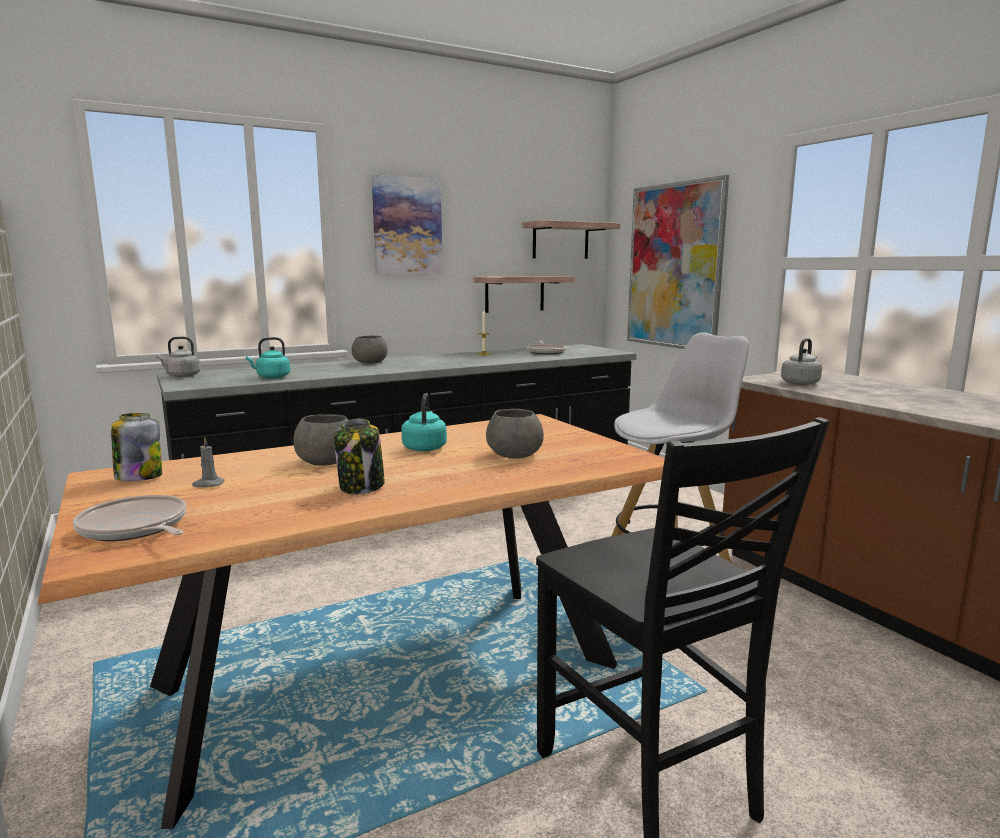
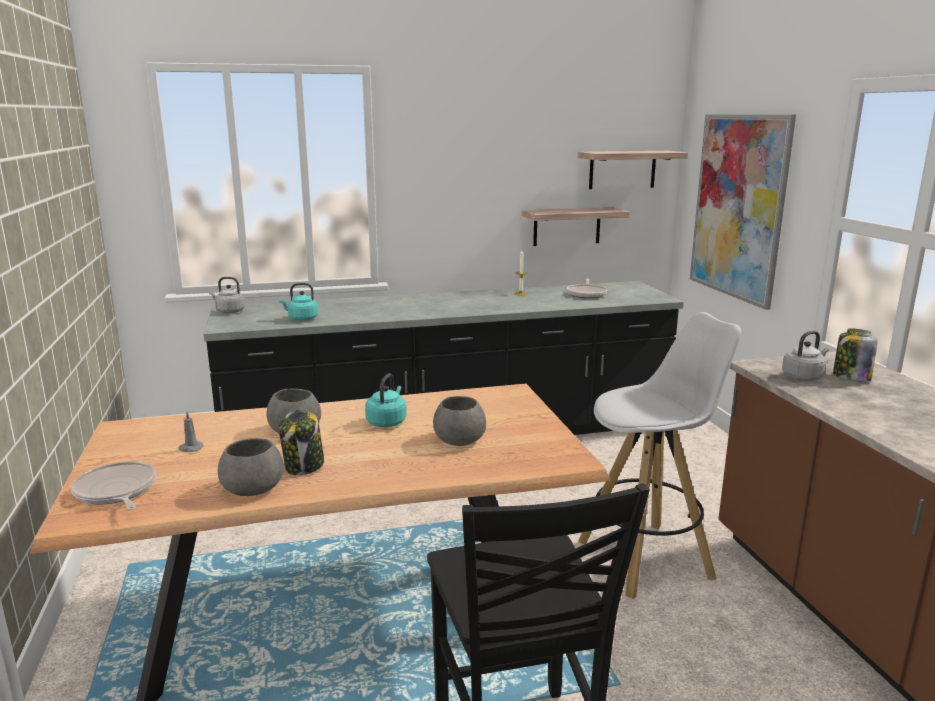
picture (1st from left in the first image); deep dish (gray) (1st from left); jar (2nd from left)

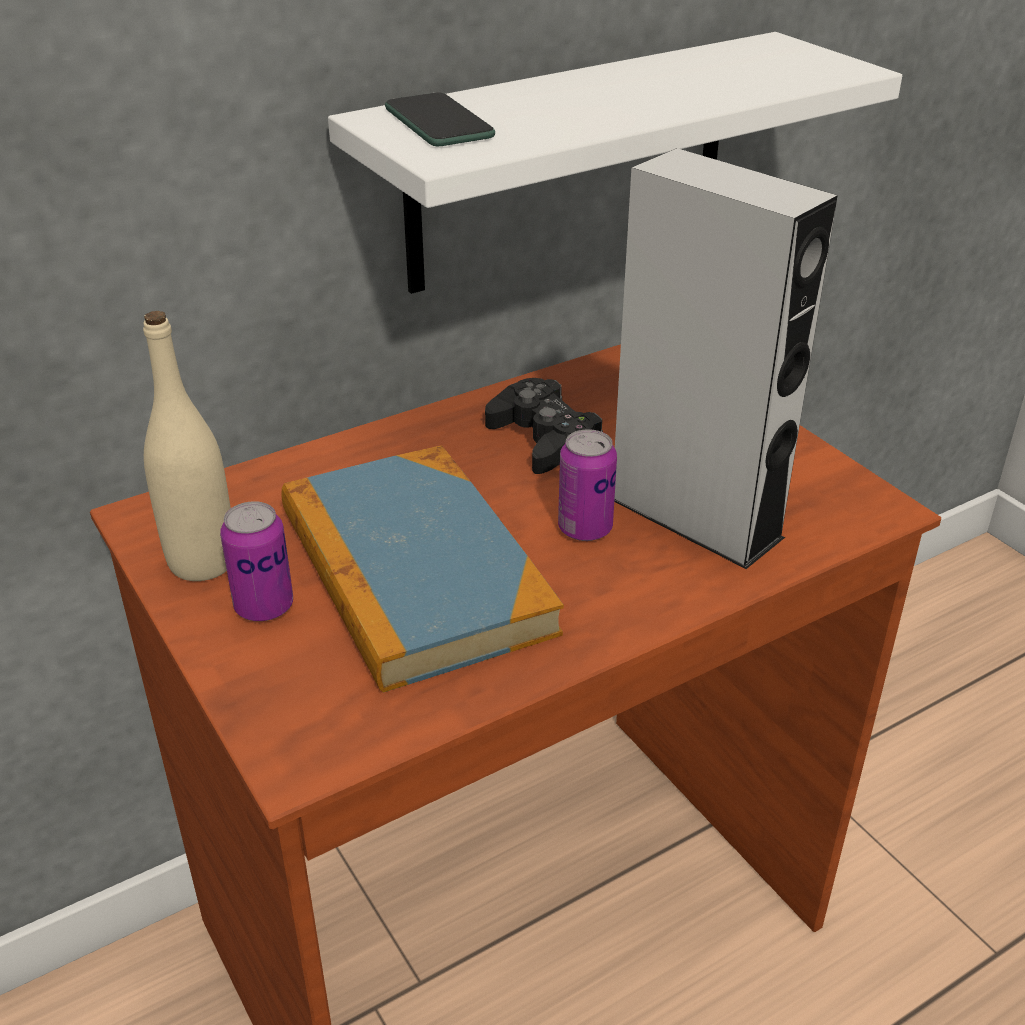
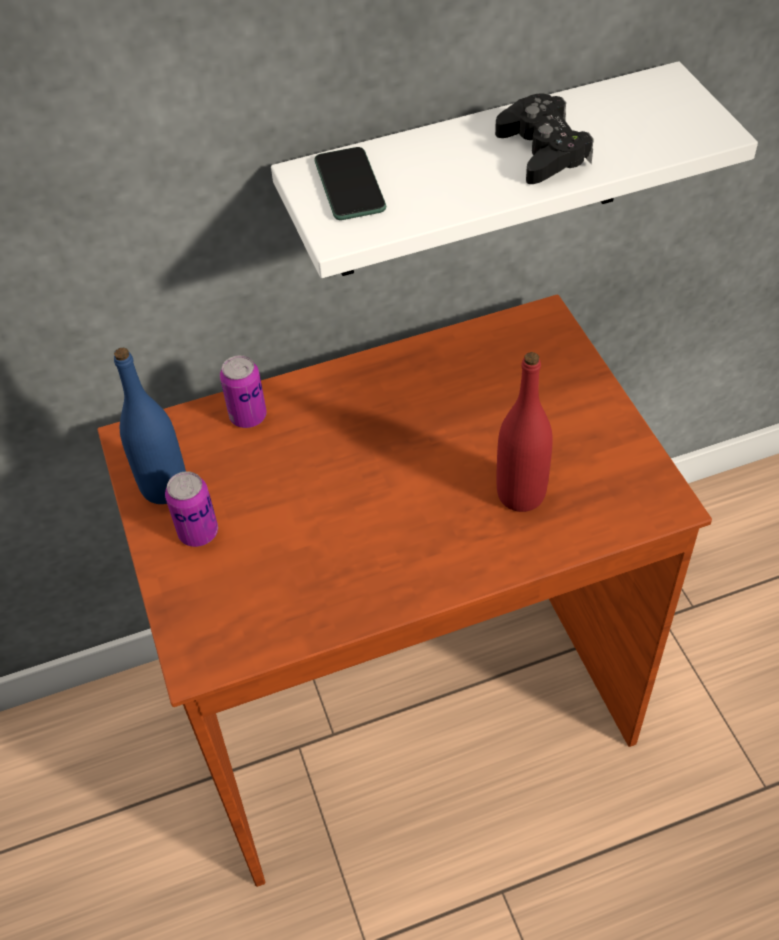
bottle (reddish); bottle (blue-coloured); gamepad (black-coloured); can (2nd from left); bound book

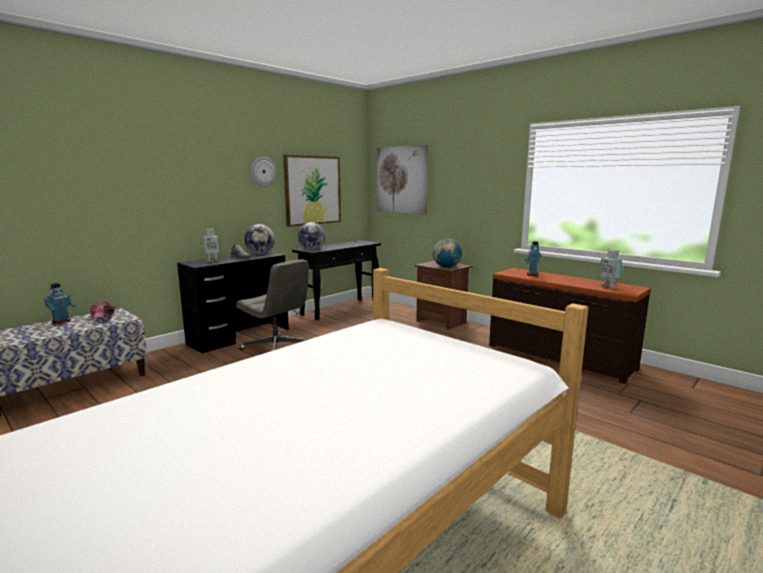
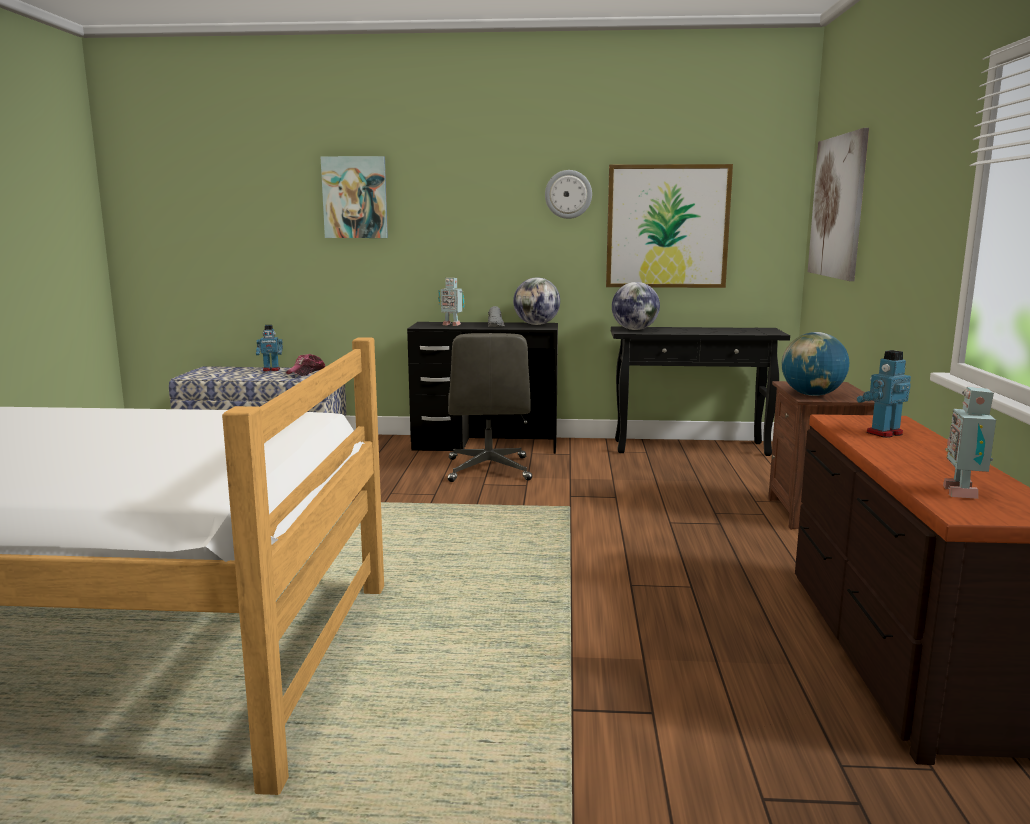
picture (1st from left)

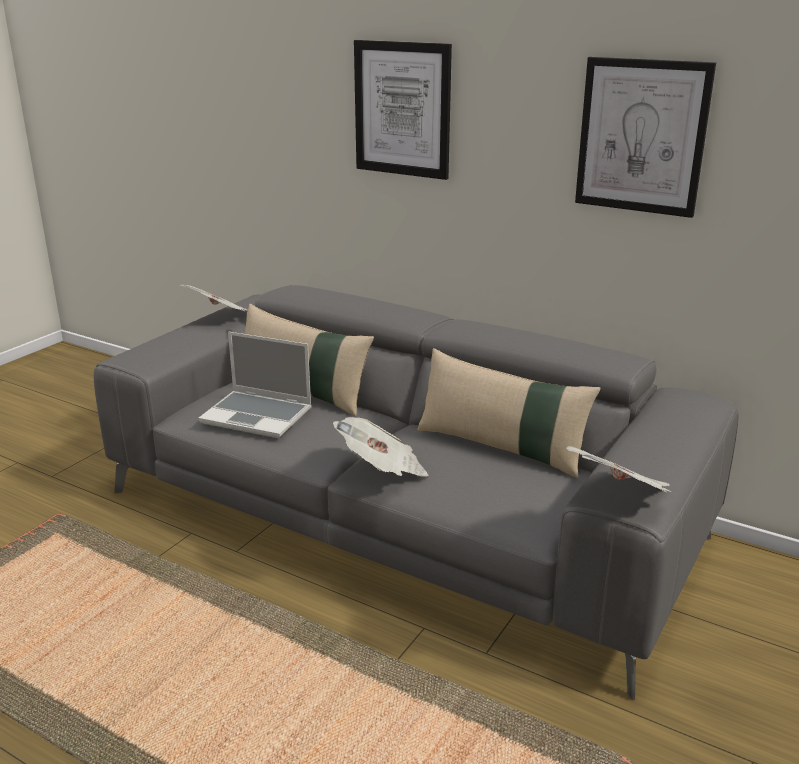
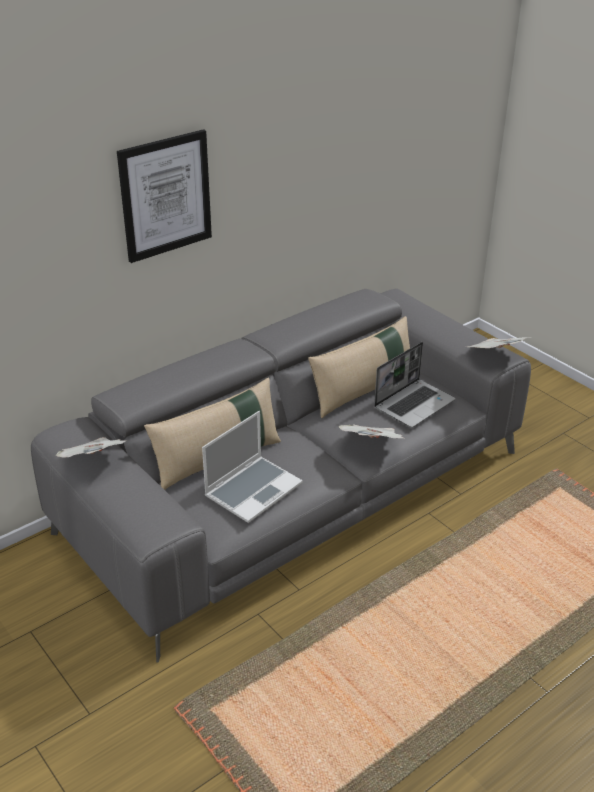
picture (2nd from left in the first image); portable computer (2nd from left)

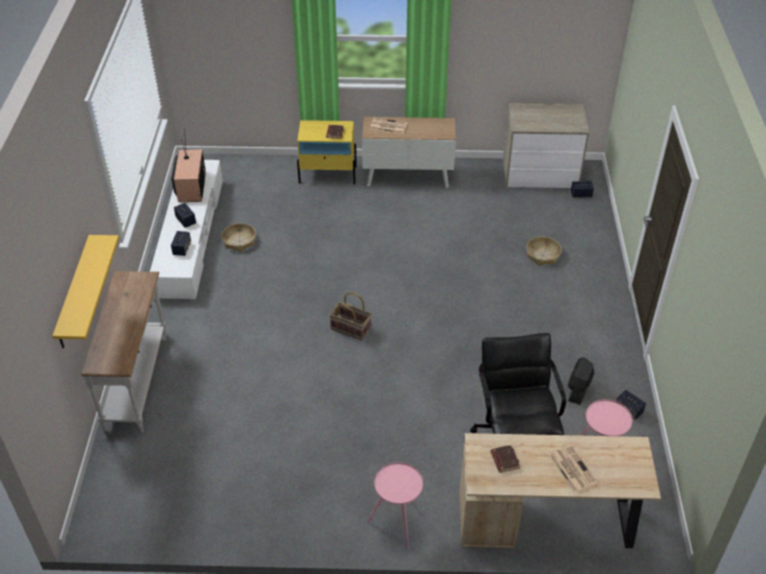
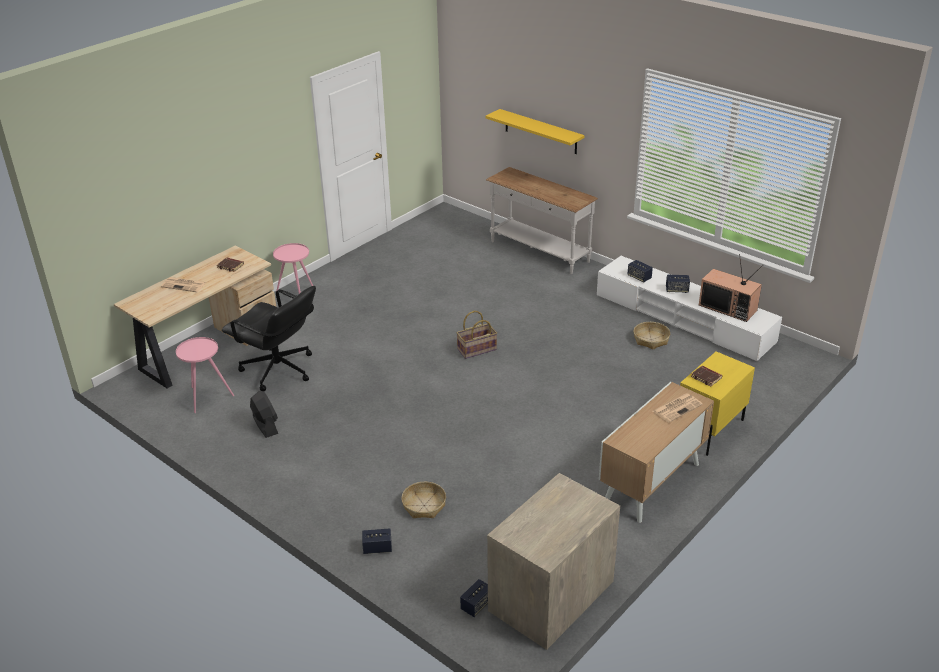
speaker (1st from left)

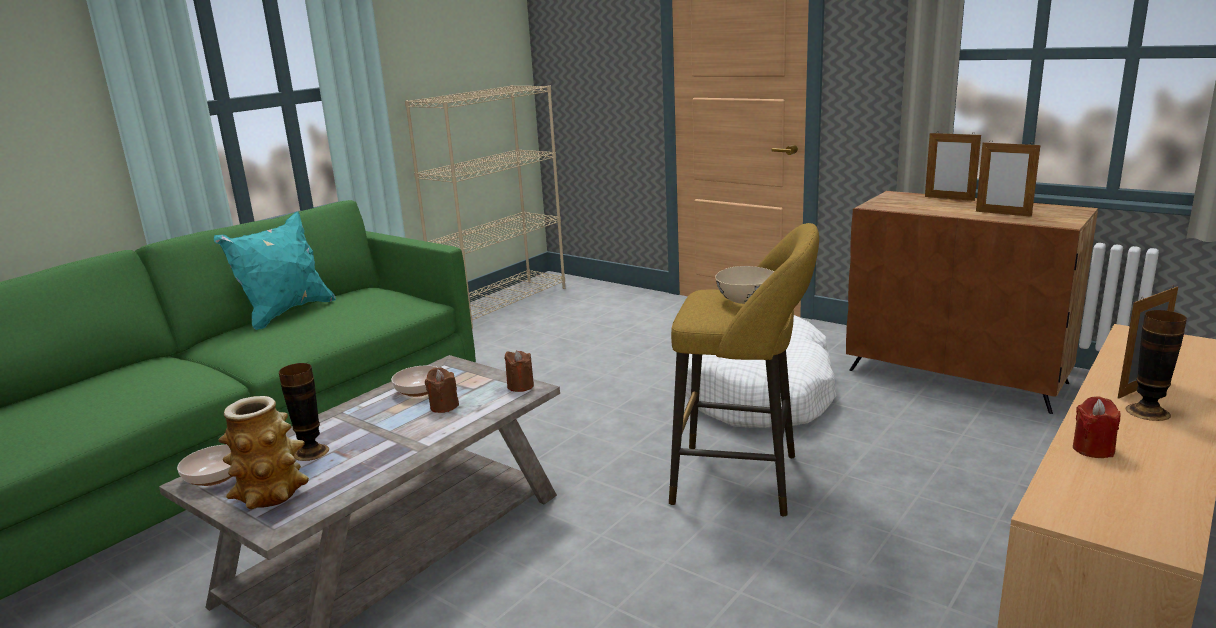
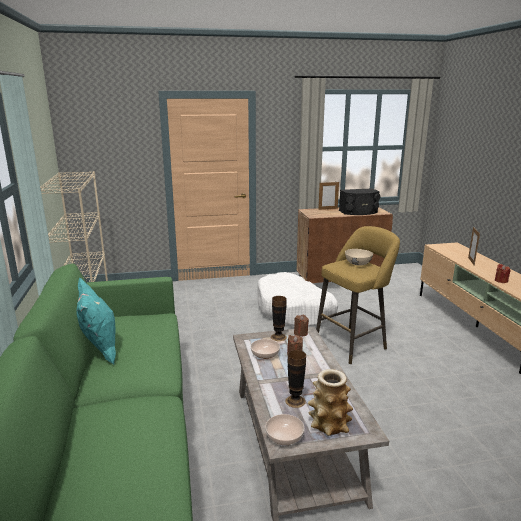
speaker (black-coloured); vase (1st from left)

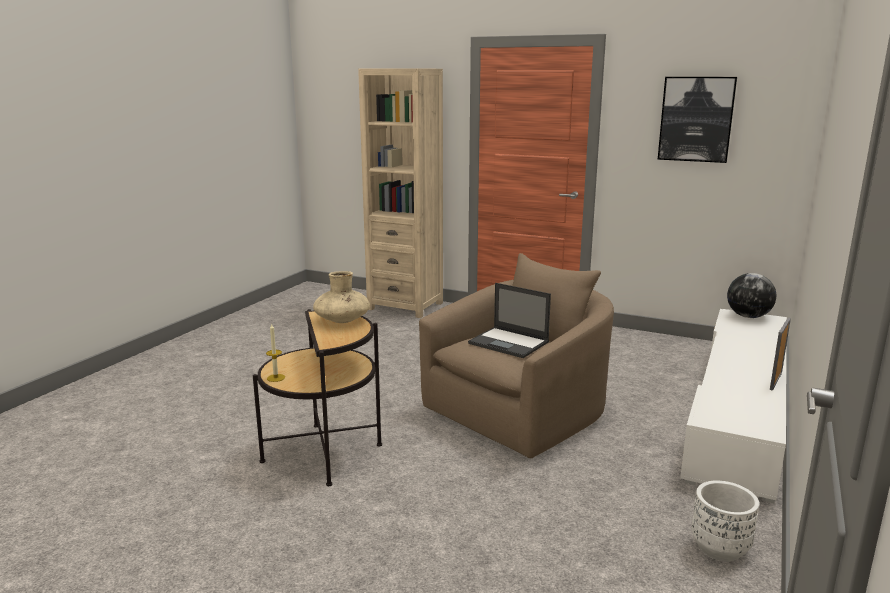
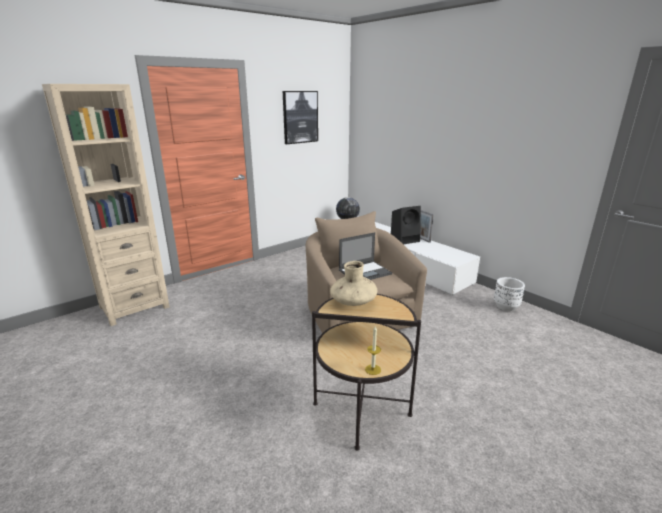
speaker (black-coloured)

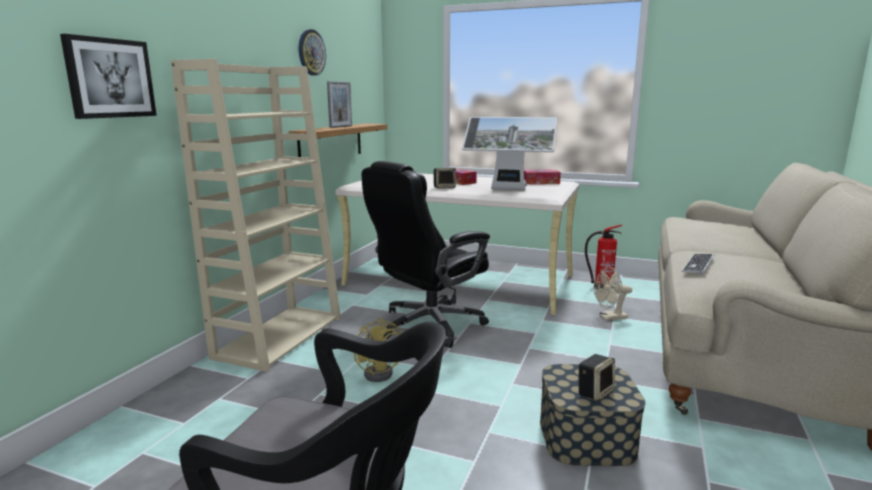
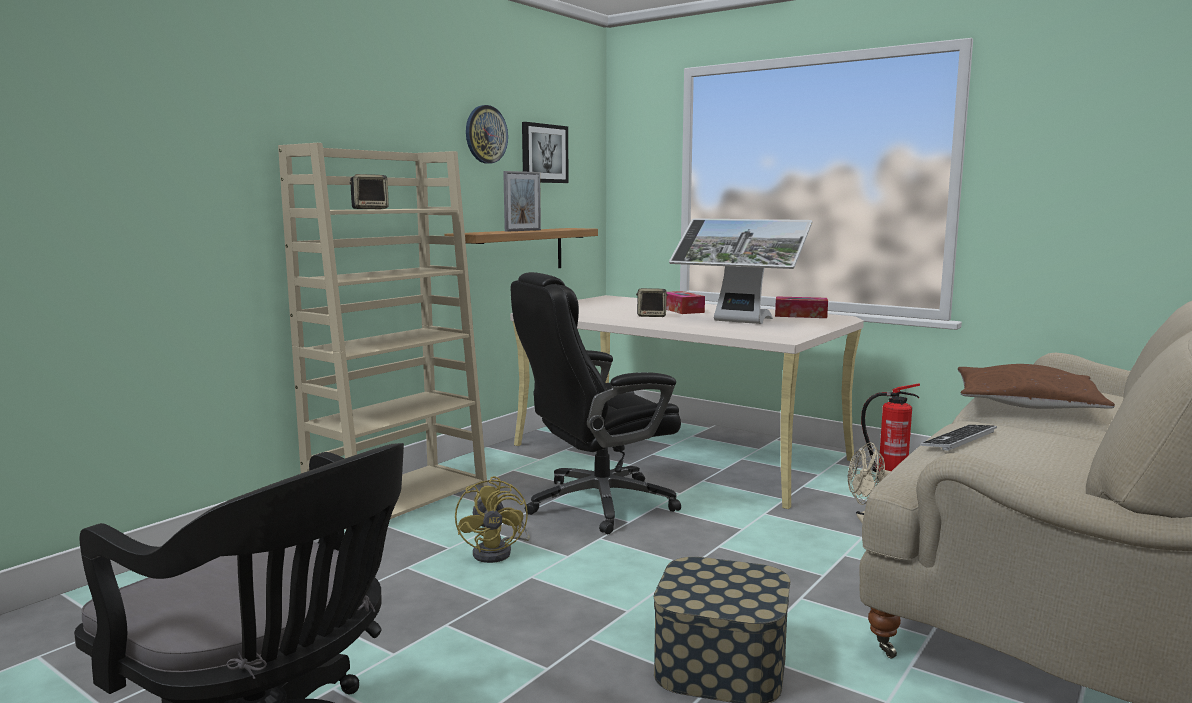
picture; speaker (1st from left); pillow (brown-coloured)

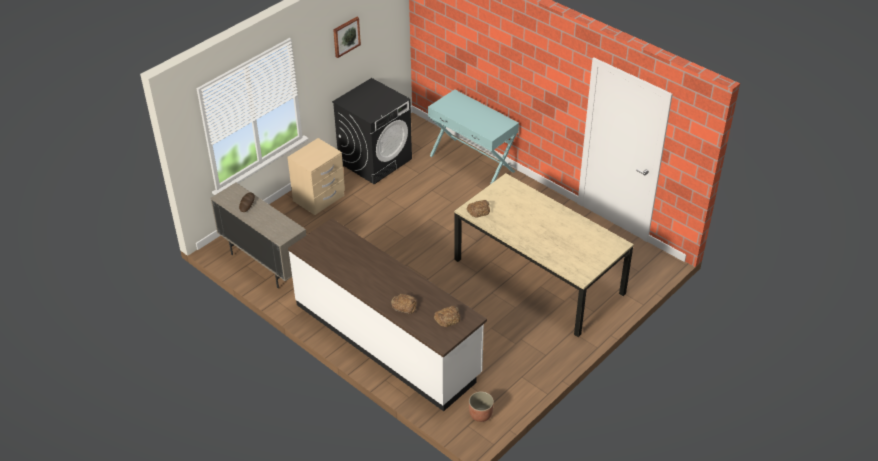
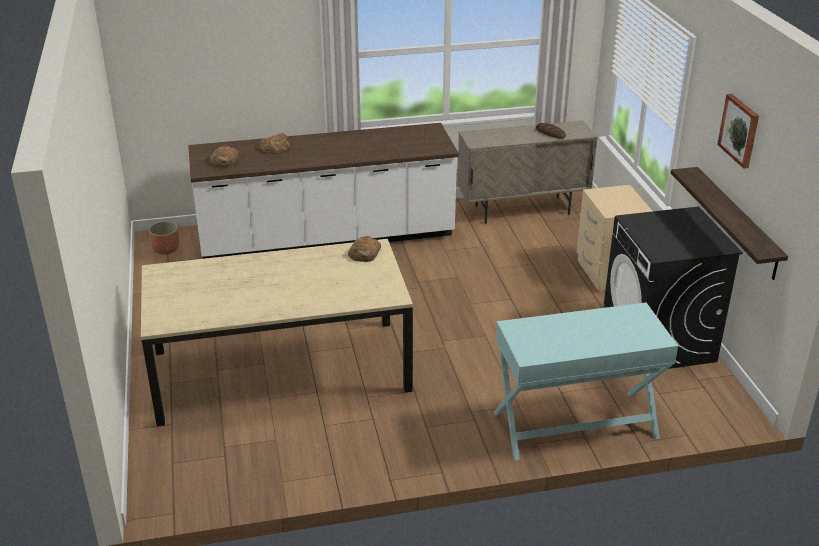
wall shelf

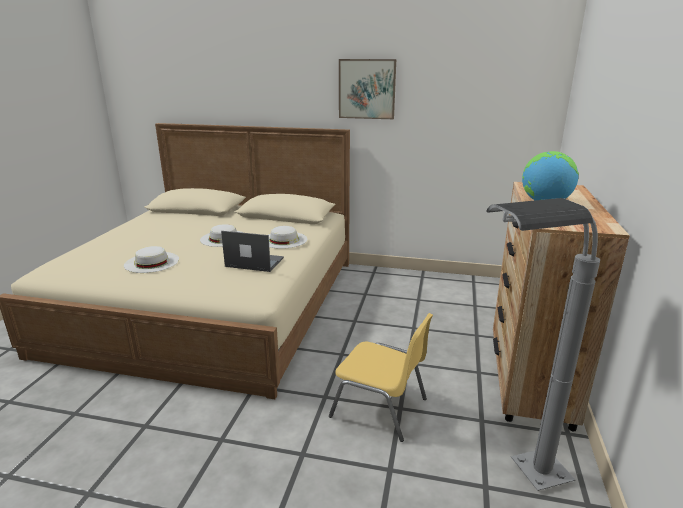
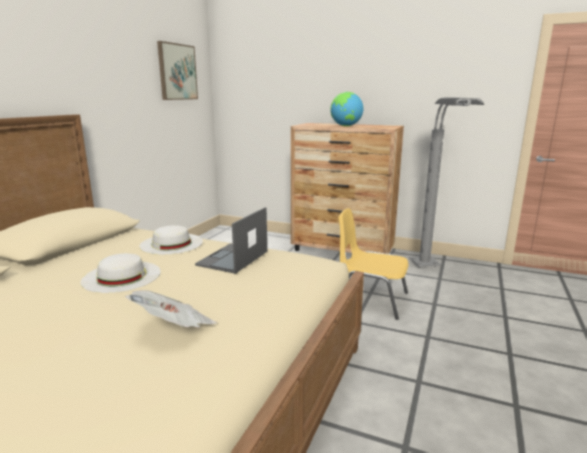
picture; newspaper; chair (yellow)

